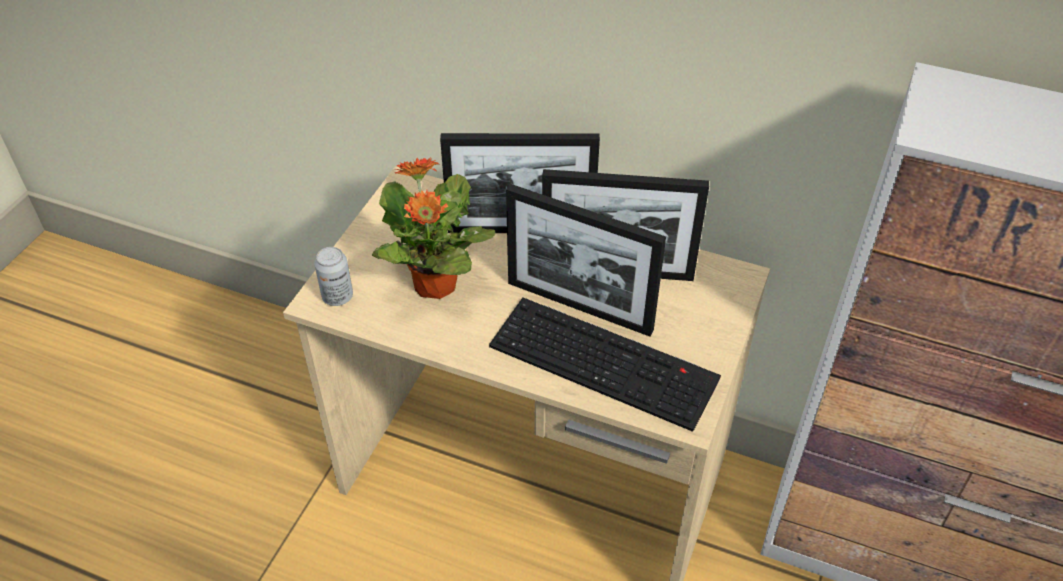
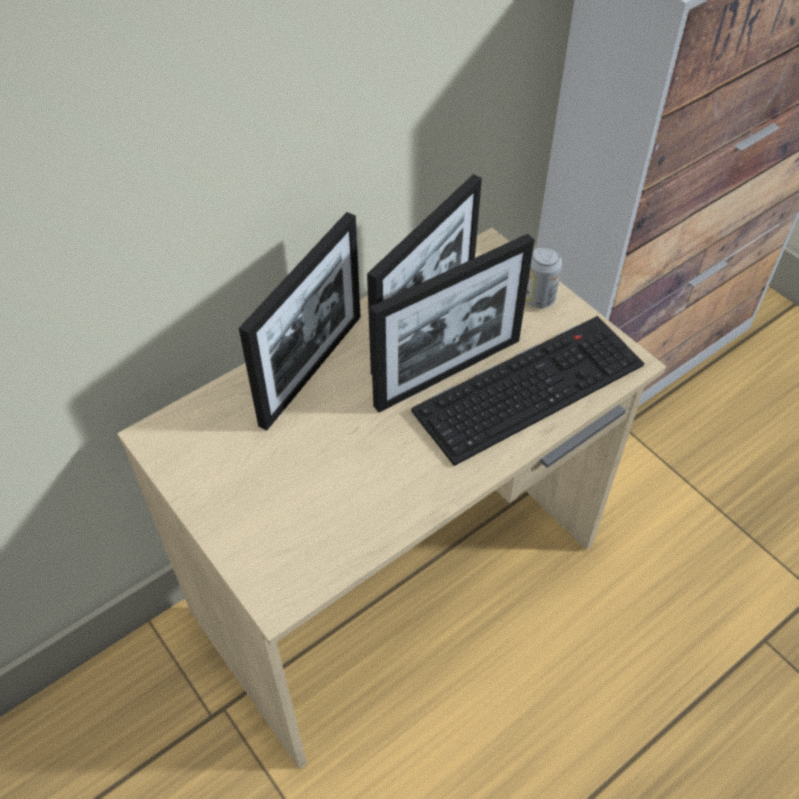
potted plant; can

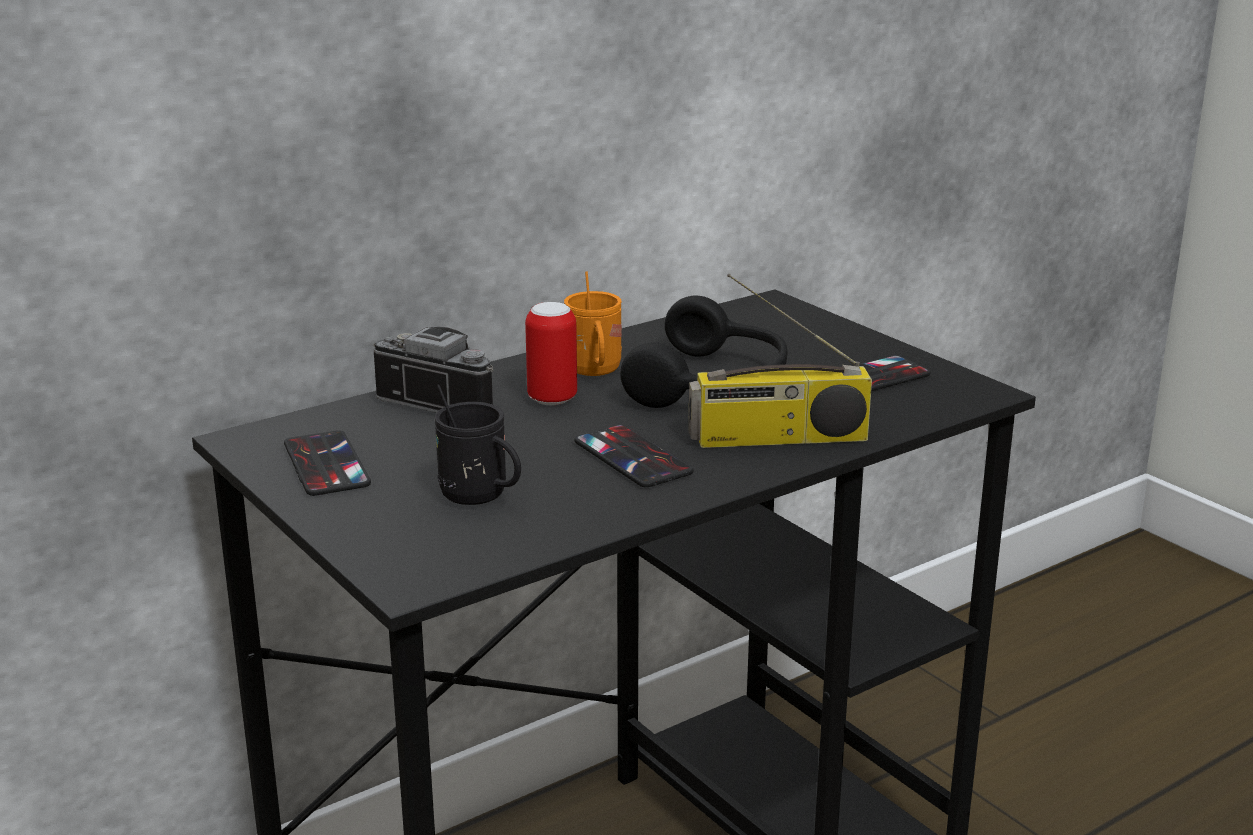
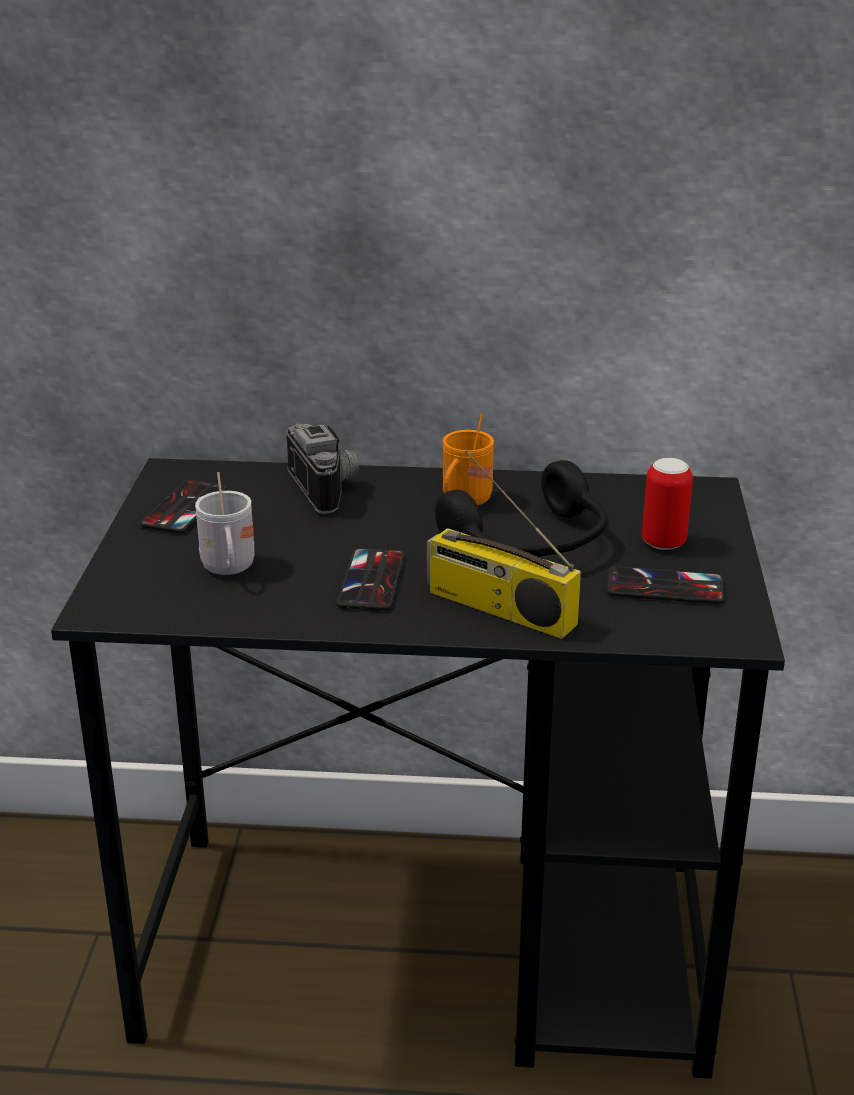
can; tea mug (whitish)

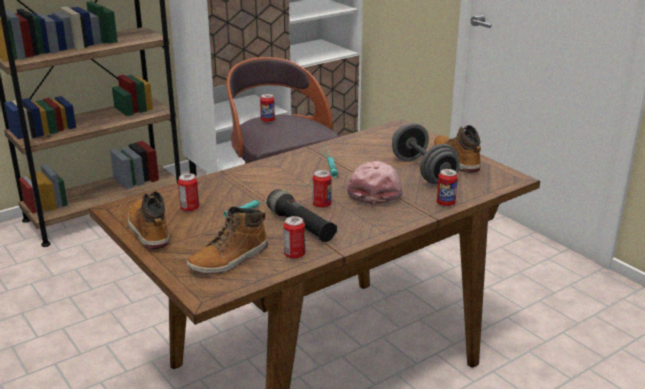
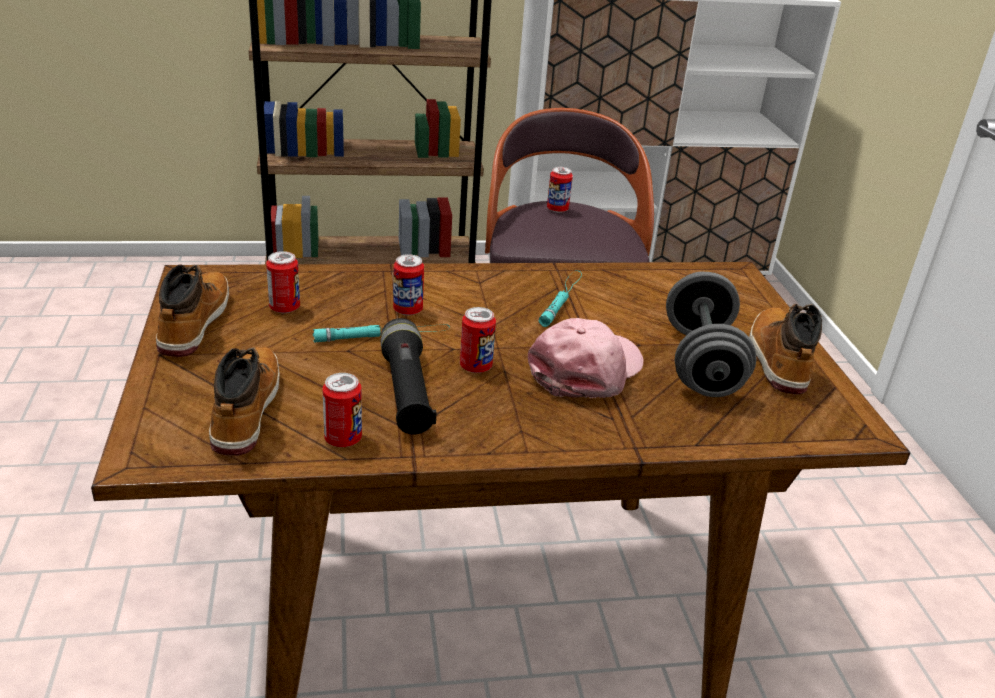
can (3rd from left); high-top boot (2nd from left)

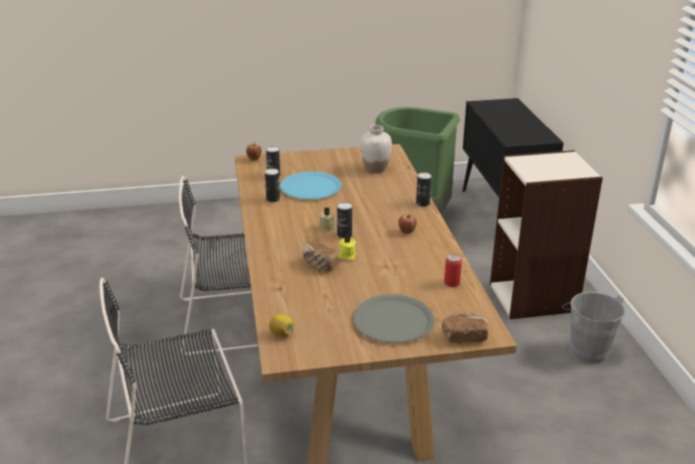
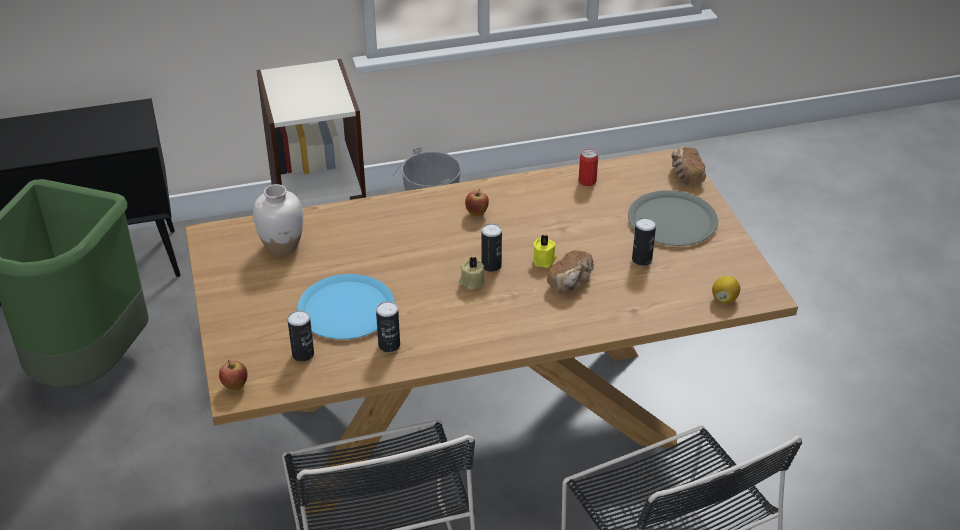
can (5th from left)

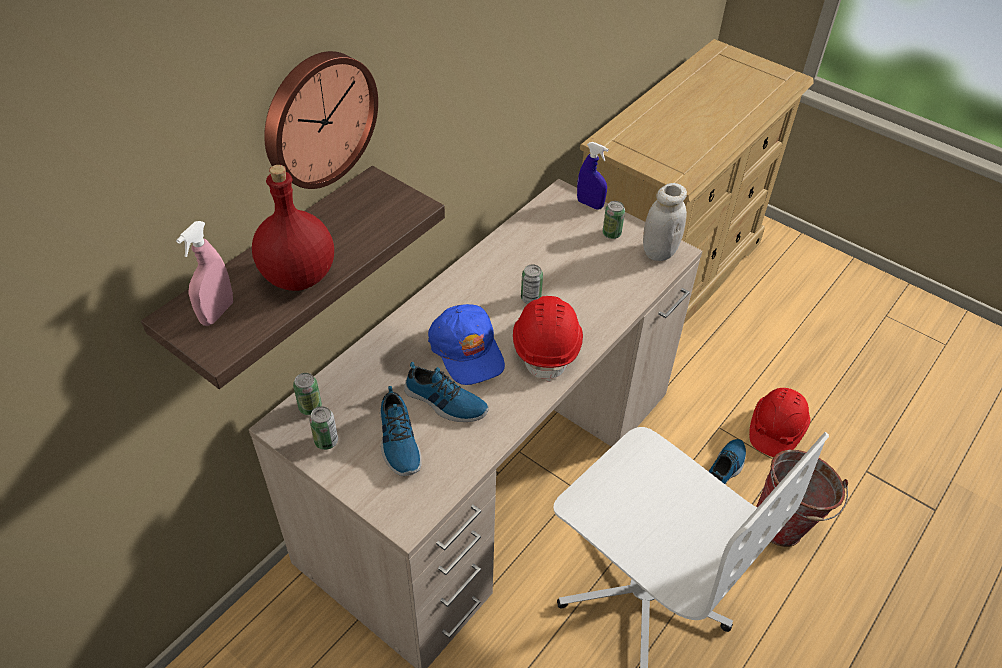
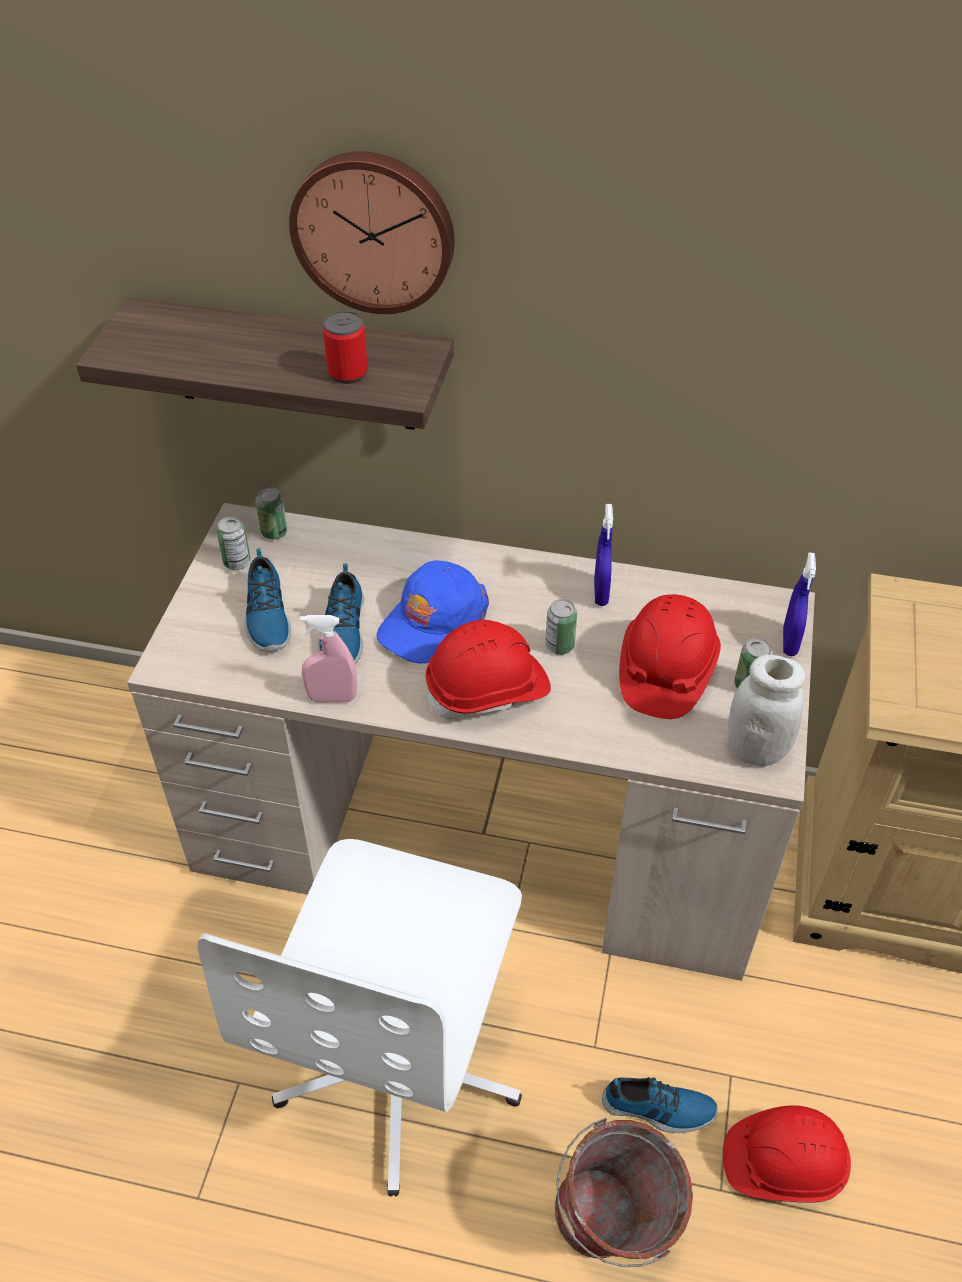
bottle (reddish); sprayer (pinkish); shoe (1st from left); can (3rd from left); sprayer (blue-coloured) (1st from left); safety helmet (reddish) (2nd from left)

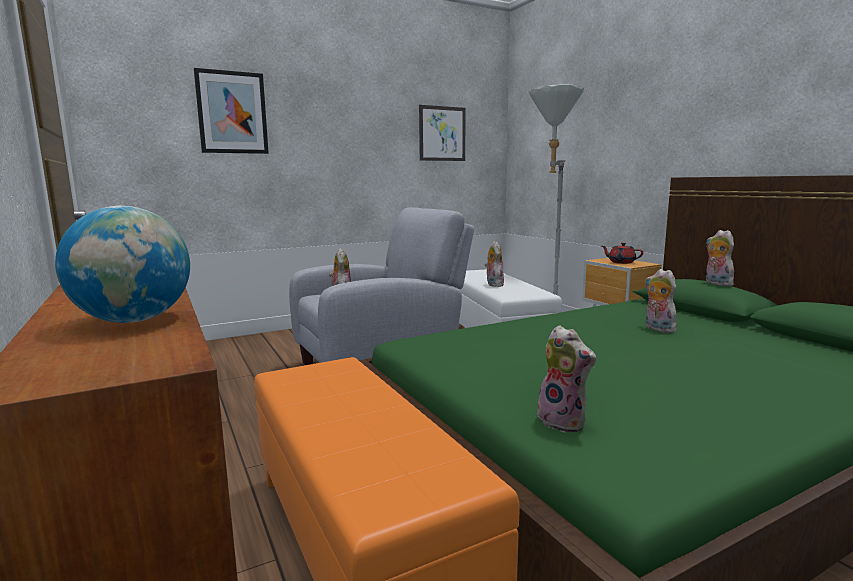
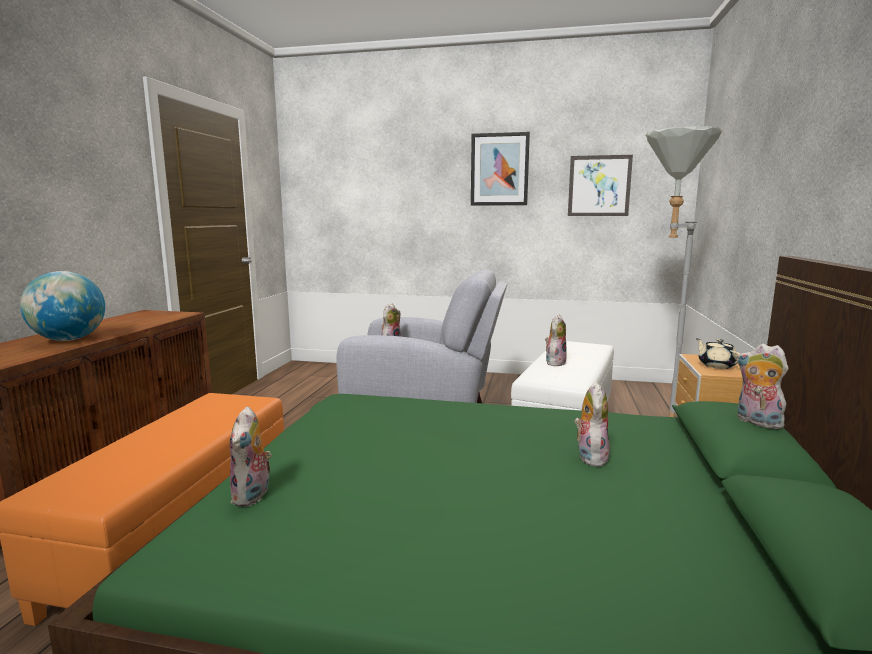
picture (1st from left); plush toy (5th from left); tea pot (sand-coloured)

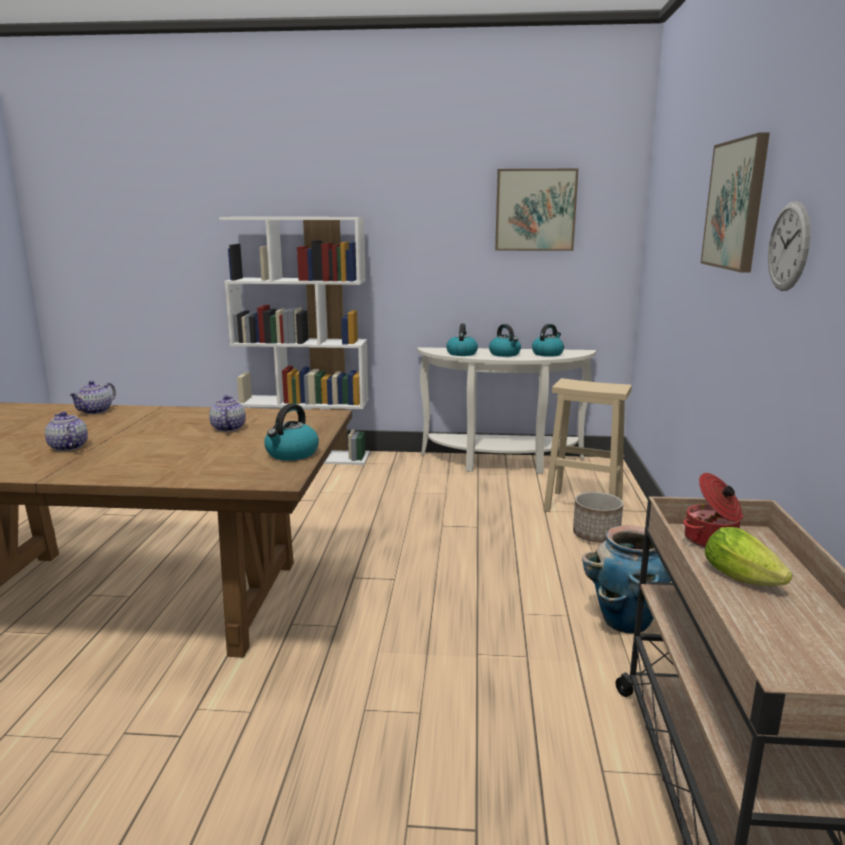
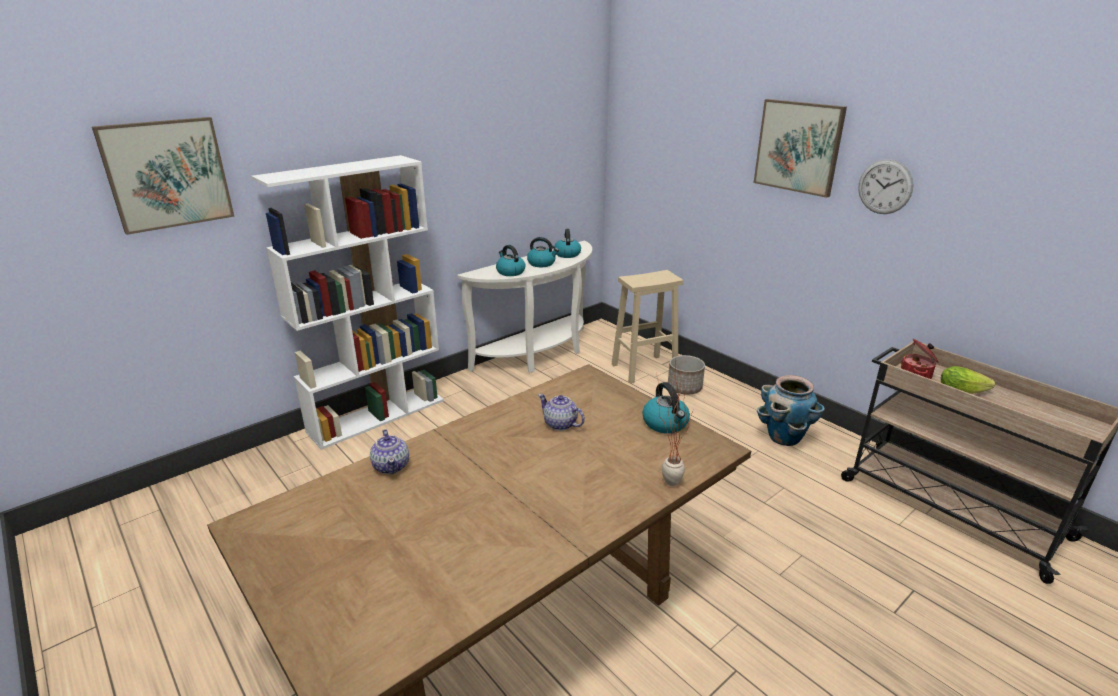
picture (1st from left); tea pot (1st from left in the first image); potted plant

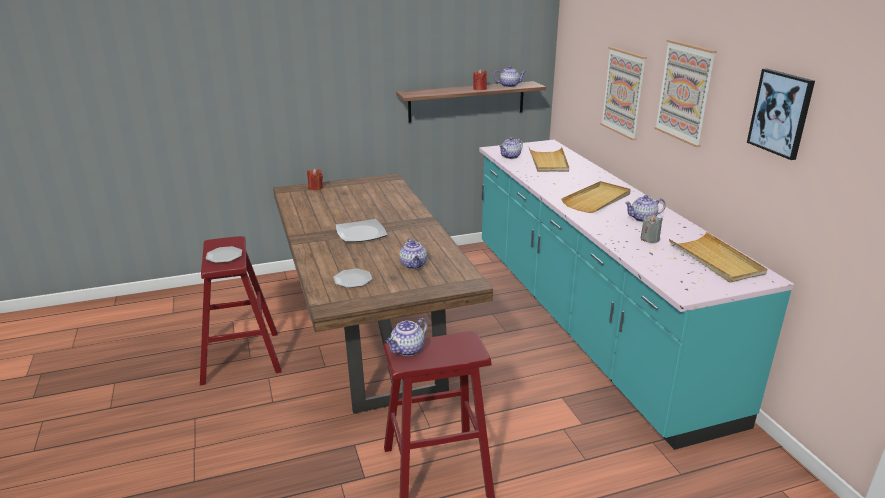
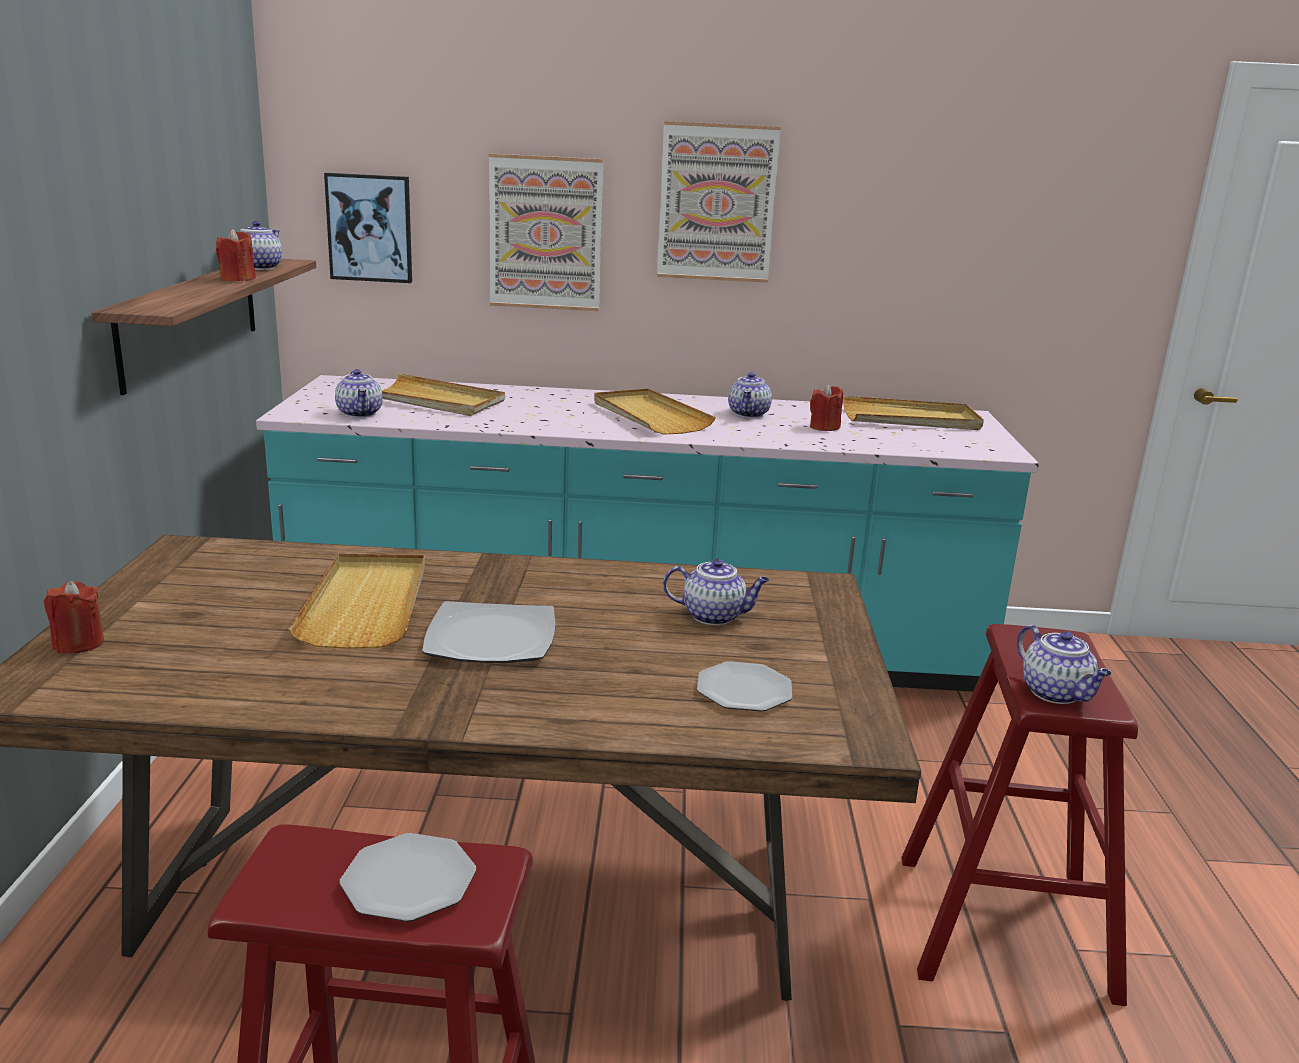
picture (1st from left); wax light (reddish) (3rd from left); carrying tray (sand-coloured) (1st from left)

